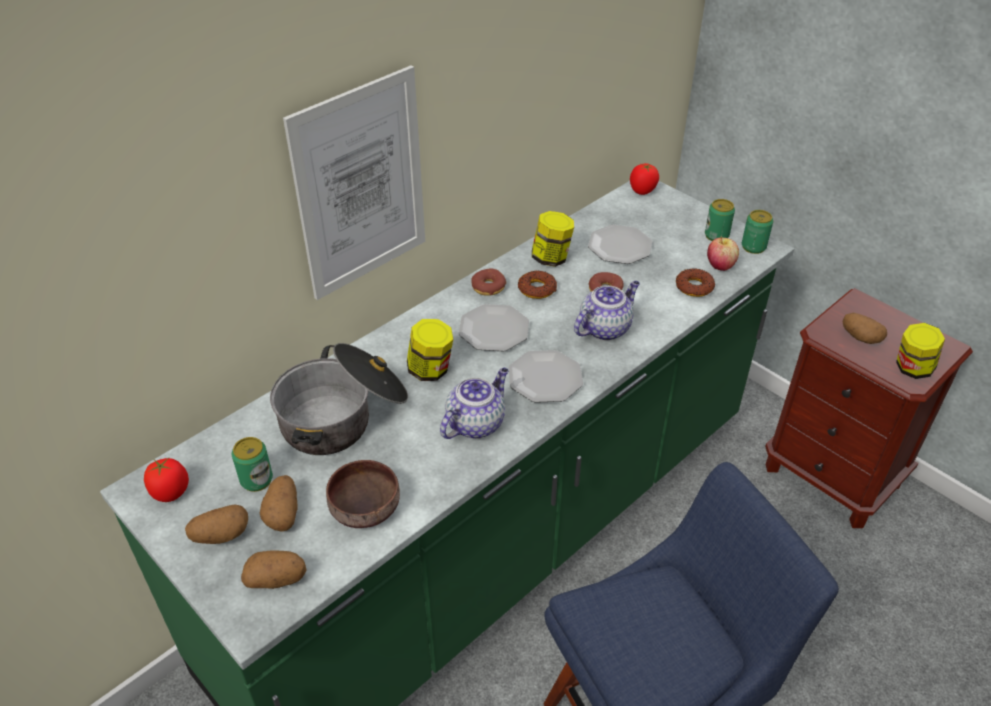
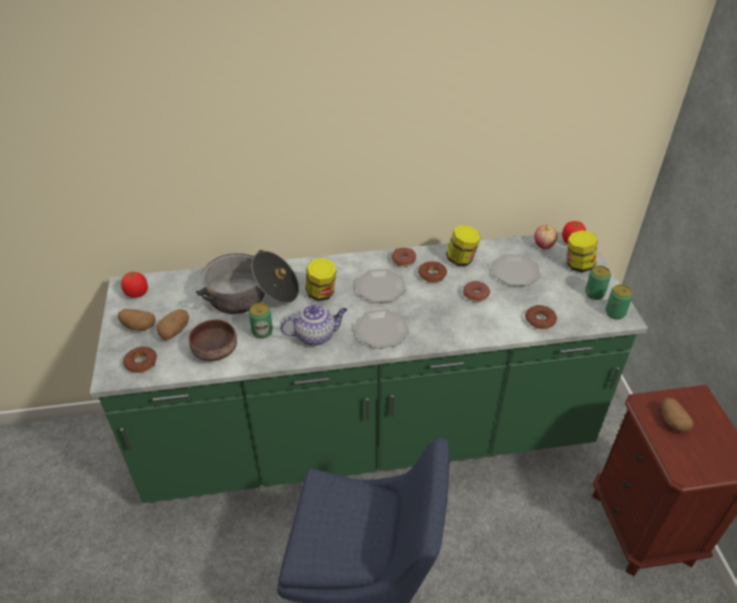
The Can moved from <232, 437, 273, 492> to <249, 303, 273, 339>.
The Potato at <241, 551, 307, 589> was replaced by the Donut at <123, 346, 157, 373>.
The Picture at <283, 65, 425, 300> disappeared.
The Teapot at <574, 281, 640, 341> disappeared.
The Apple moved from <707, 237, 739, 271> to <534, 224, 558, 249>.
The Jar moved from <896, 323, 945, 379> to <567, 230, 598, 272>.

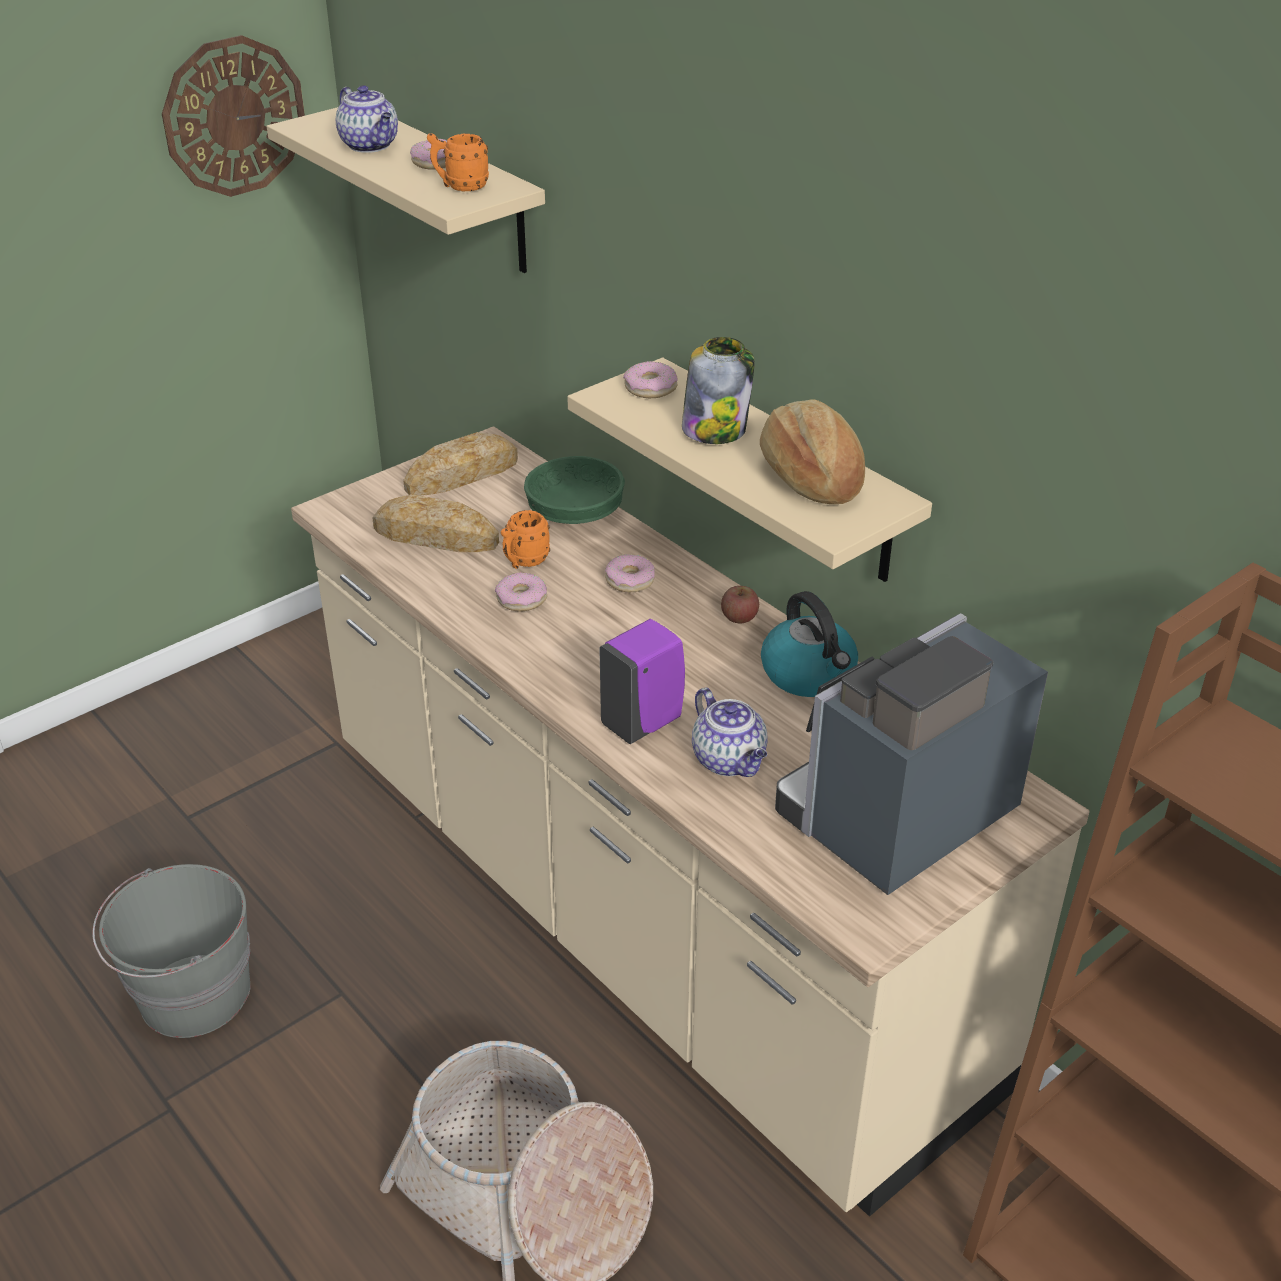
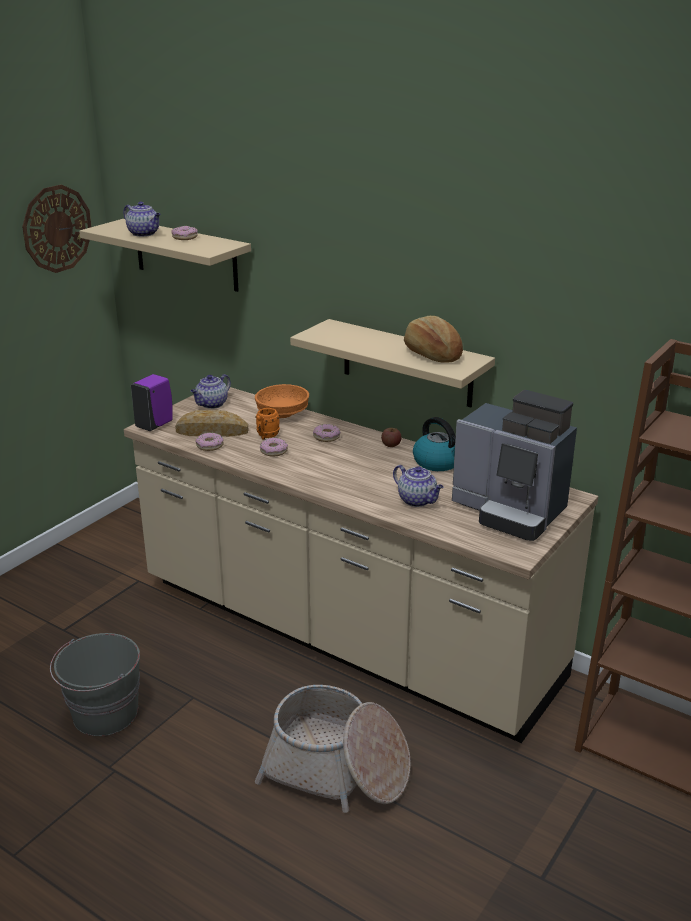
The Bread at <403, 432, 518, 496> was replaced by the Teapot at <191, 374, 231, 409>.
The OrangeMug at <427, 133, 489, 191> disappeared.
The GreenBowl at <524, 456, 625, 524> became the OrangeBowl at <255, 384, 309, 418>.
The PurpleSoapDispenser moved from <599, 619, 685, 744> to <131, 374, 172, 431>.
The Donut moved from <623, 361, 677, 398> to <195, 433, 224, 451>.
The Jar at <682, 337, 755, 444> disappeared.
The CoffeeMachine at <775, 613, 1048, 895> turned 90 degrees counterclockwise.

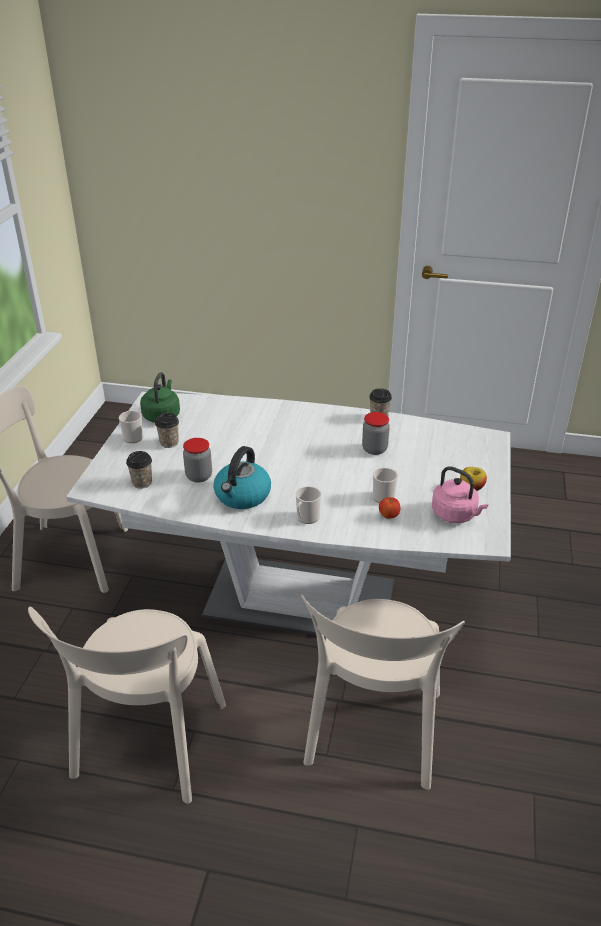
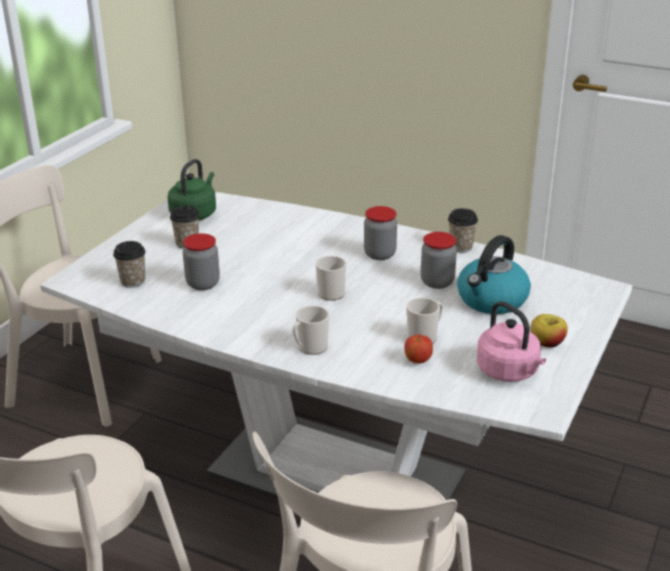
The Mug moved from <119, 410, 143, 443> to <316, 256, 347, 301>.
The Kettle moved from <213, 446, 271, 509> to <457, 235, 531, 314>.
The Jar at <364, 206, 397, 260> appeared.

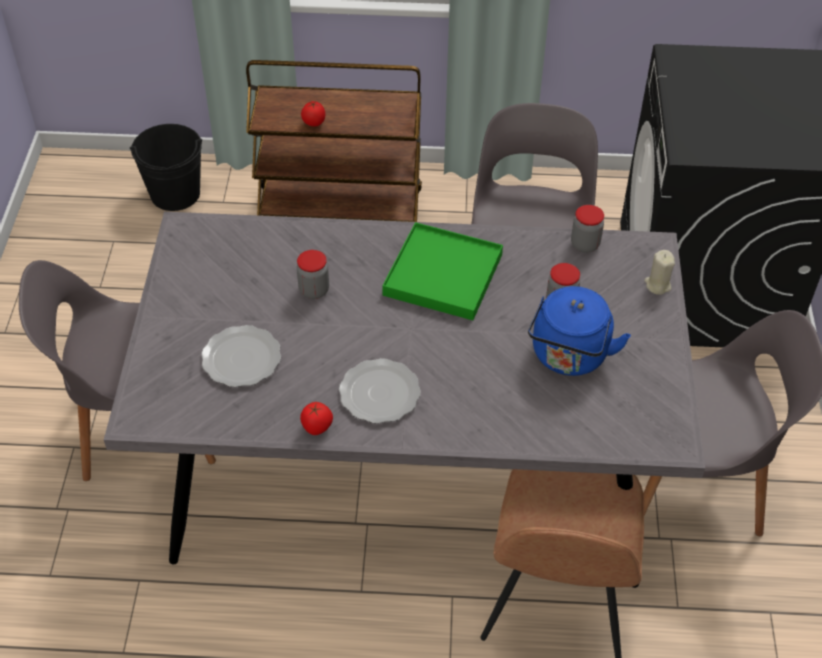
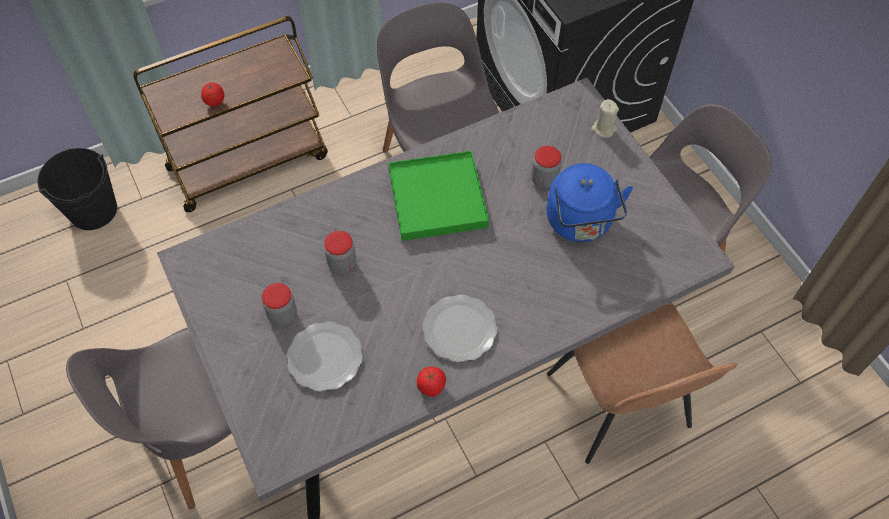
The Jar moved from <571, 205, 604, 253> to <262, 283, 297, 327>.

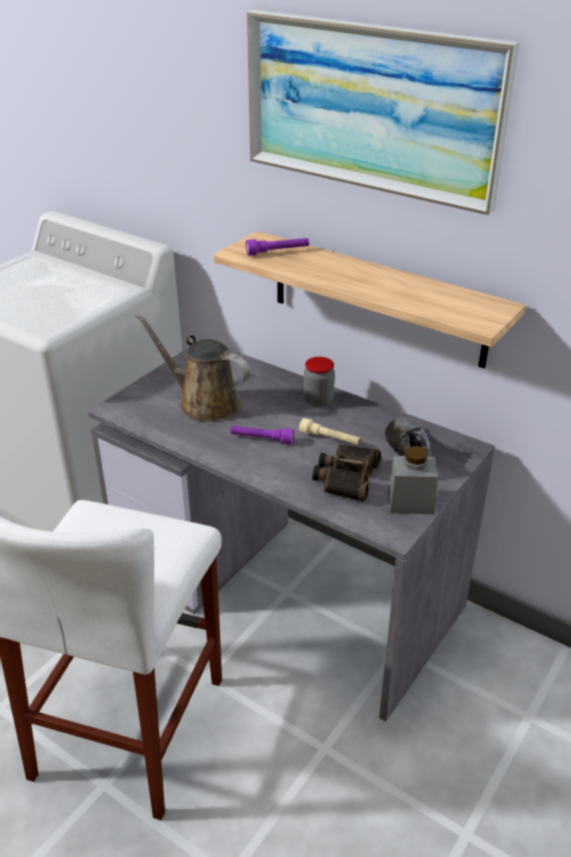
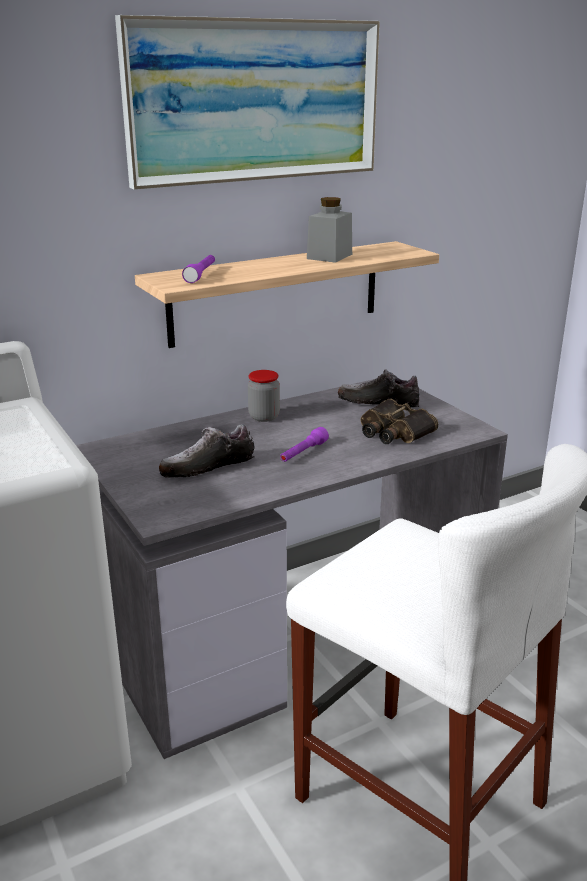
The BrownWateringCan at <135, 313, 250, 422> was replaced by the Shoe at <159, 424, 255, 478>.
The BeigeFlashlight at <299, 418, 361, 445> disappeared.
The GreyJar moved from <388, 446, 438, 515> to <307, 197, 352, 263>.

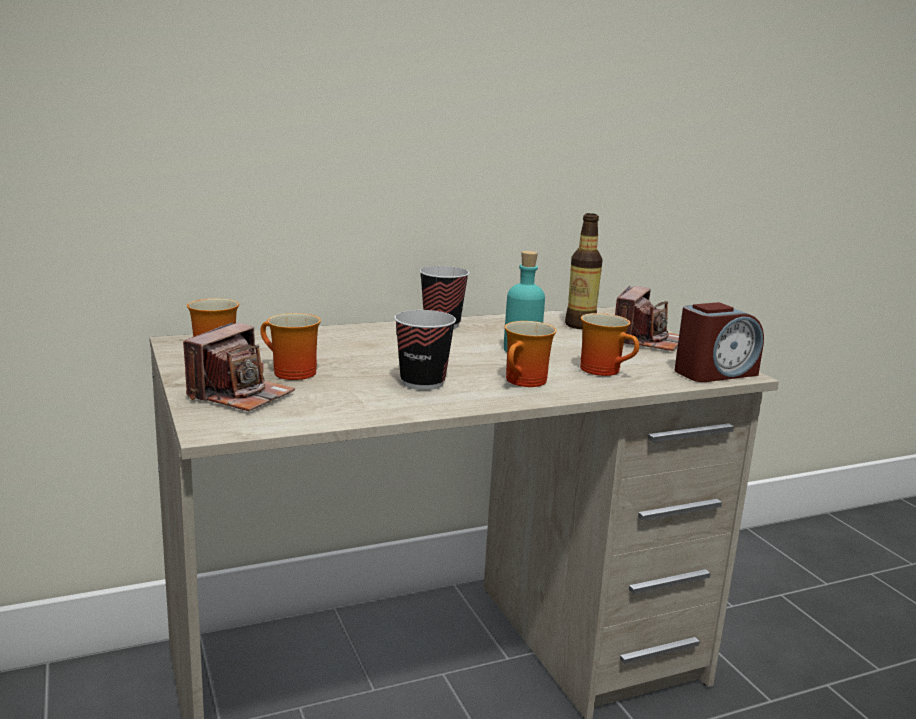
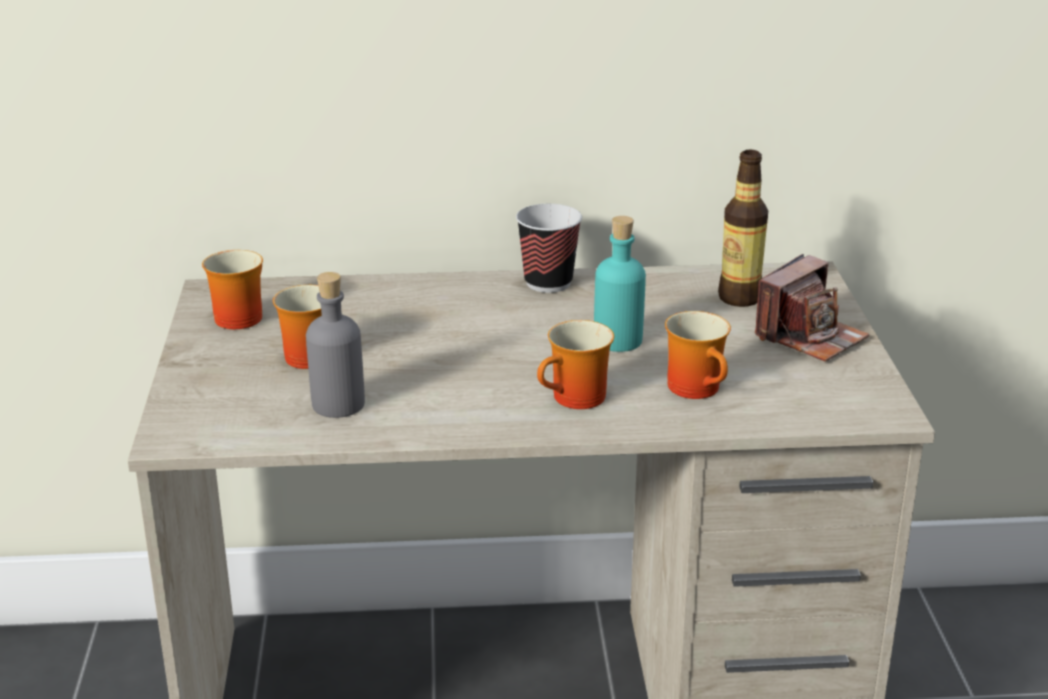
The PhotoCamera at <183, 322, 295, 411> disappeared.
The Cup at <394, 310, 456, 390> disappeared.
The AlarmClock at <675, 302, 764, 382> disappeared.
The GreyBottle at <306, 272, 365, 418> appeared.

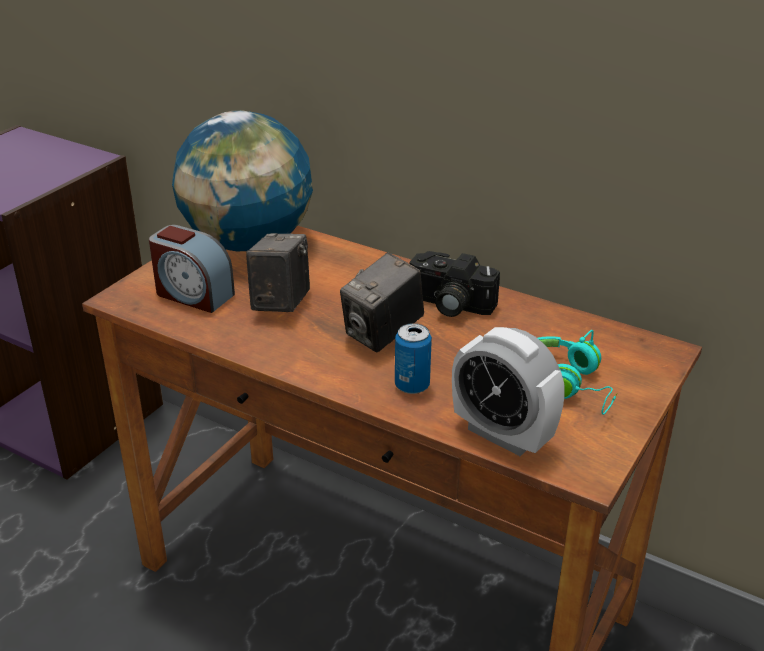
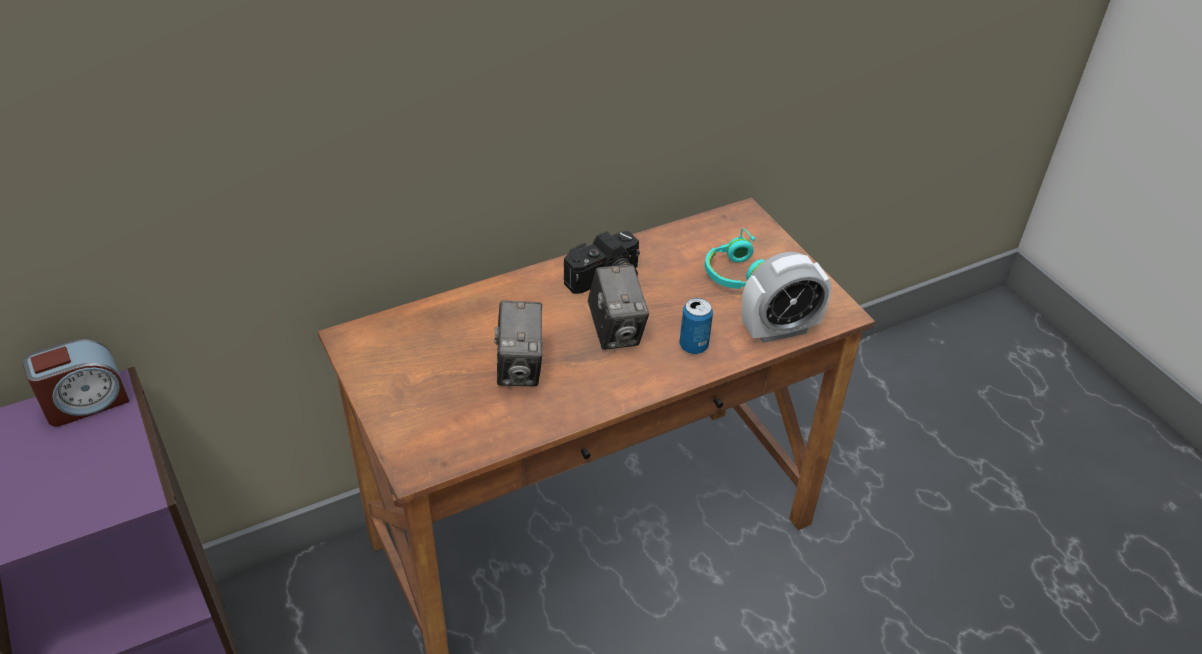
The AlarmClock moved from <149, 225, 235, 313> to <23, 339, 130, 427>.
The Globe at <172, 110, 313, 251> disappeared.
The PhotoCamera at <246, 233, 310, 312> turned 135 degrees counterclockwise.

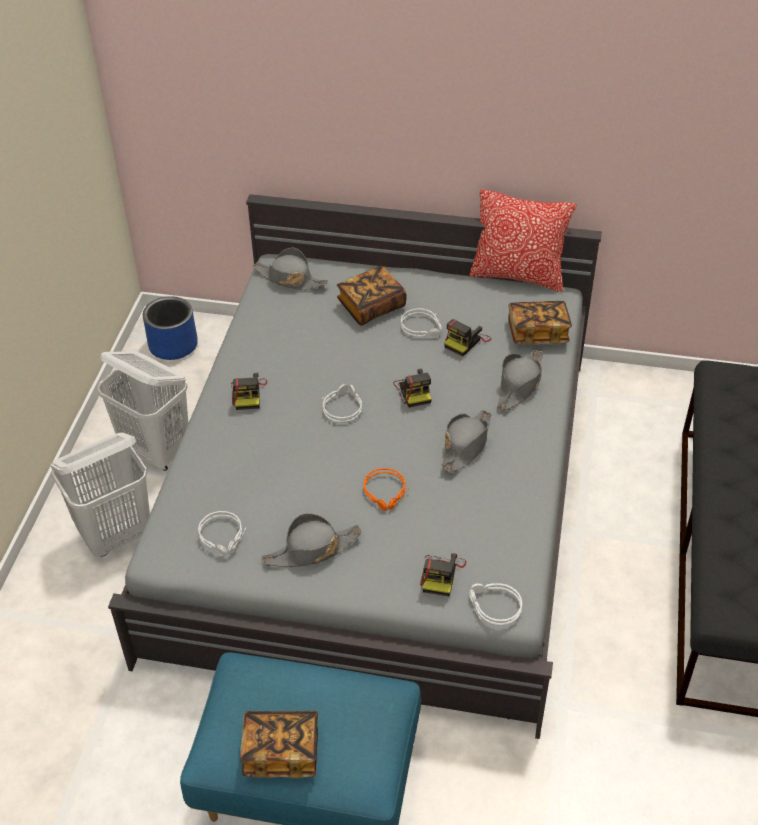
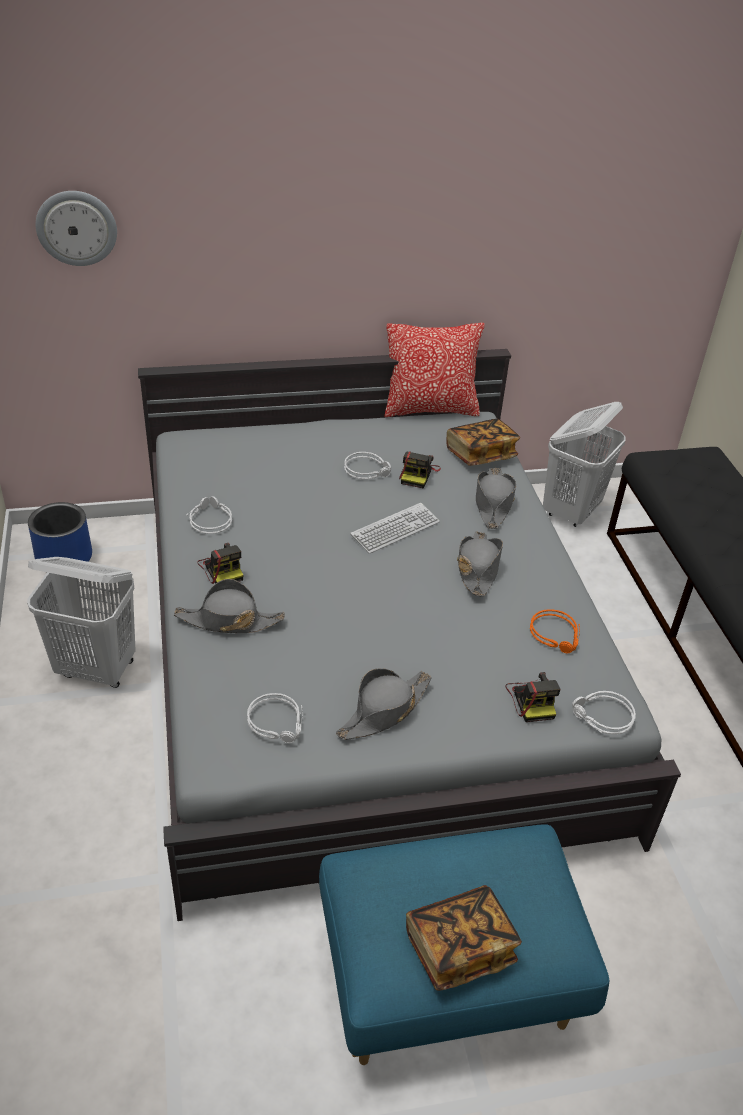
The WhiteLaundryBasket moved from <50, 432, 150, 557> to <543, 402, 626, 527>.
The GreyHat moved from <253, 247, 328, 290> to <174, 579, 285, 633>.
The GreyHeadphones moved from <322, 384, 362, 422> to <186, 497, 232, 534>.
The Book at <337, 266, 407, 325> disappeared.
The OrangeHeadphones moved from <364, 468, 409, 511> to <530, 609, 580, 654>.
The PhotoCamera at <393, 369, 431, 408> was replaced by the Keyboard at <350, 503, 440, 554>.
The WallClock at <36, 191, 117, 266> appeared.

